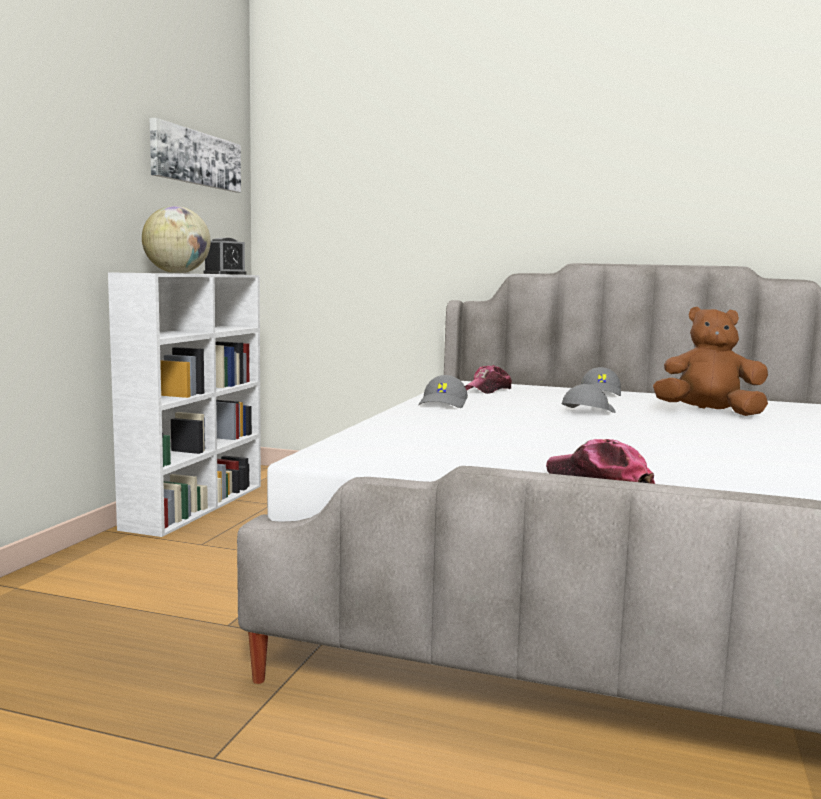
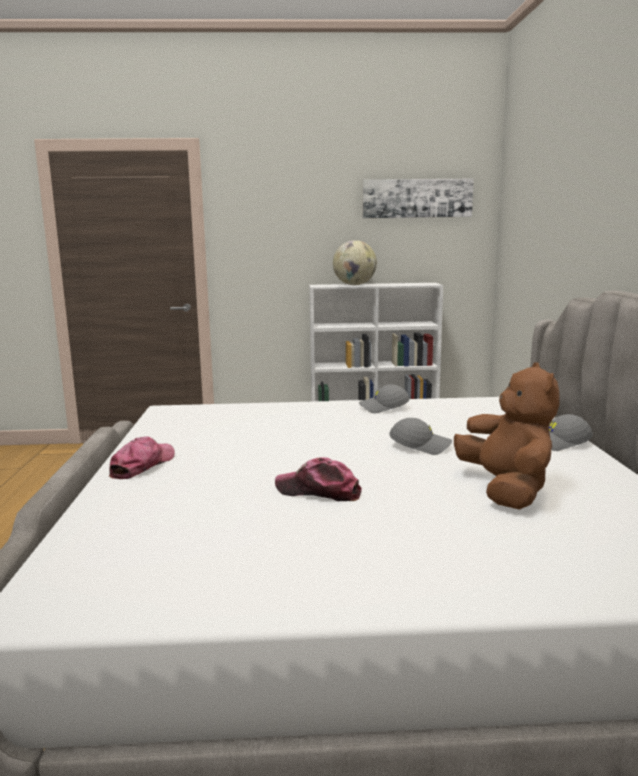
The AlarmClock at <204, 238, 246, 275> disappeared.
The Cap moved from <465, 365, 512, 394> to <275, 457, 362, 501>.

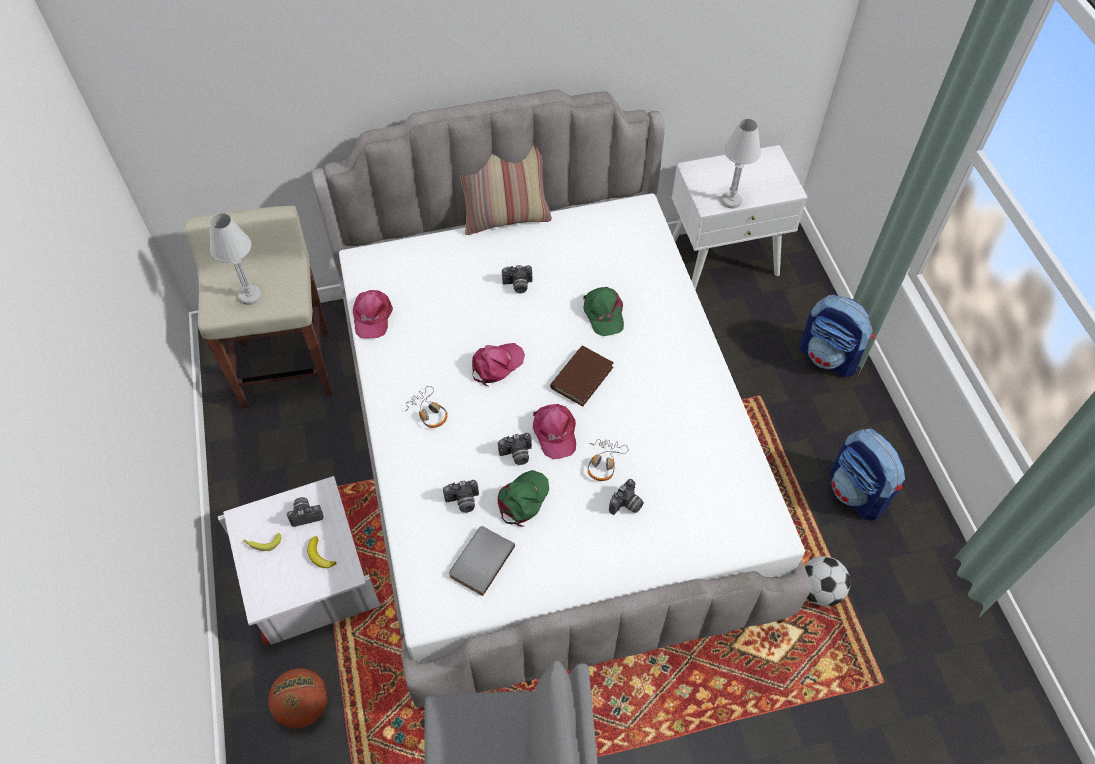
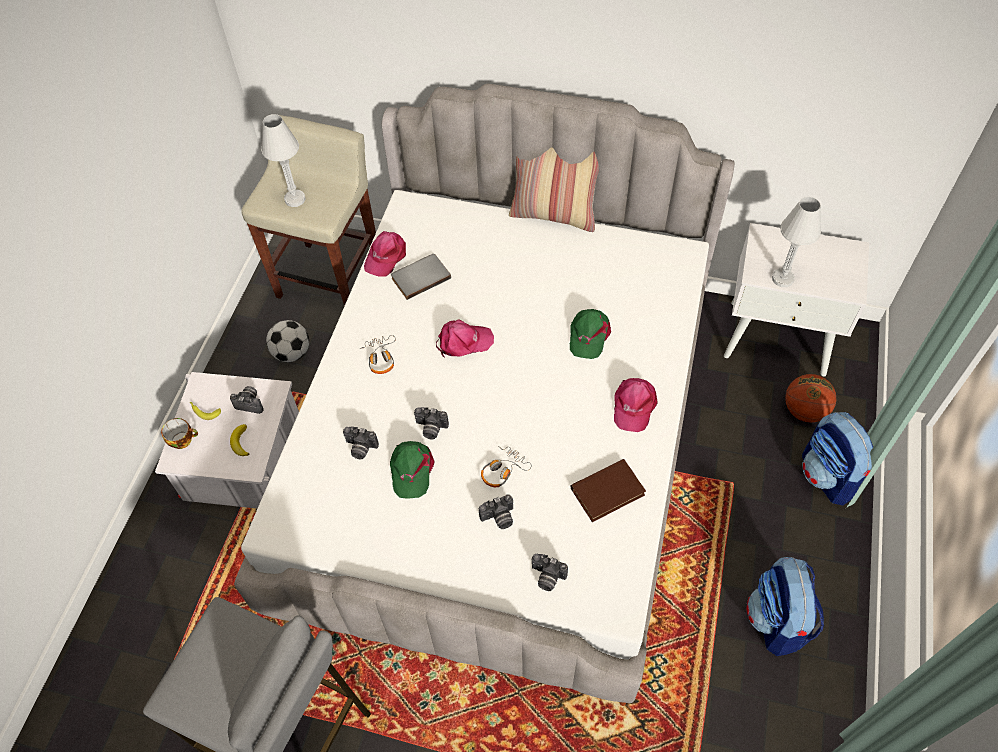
The Basketball moved from <268, 668, 328, 729> to <785, 374, 836, 422>.
The GreyBook moved from <449, 526, 515, 596> to <391, 254, 451, 300>.
The GreenCap at <498, 470, 549, 527> turned 120 degrees clockwise.
The PhotoCamera moved from <502, 265, 532, 294> to <532, 554, 568, 591>.
The PinkCap moved from <533, 404, 576, 459> to <614, 378, 658, 432>.
The BrownBook moved from <550, 346, 614, 406> to <571, 459, 646, 522>.
The Football moved from <804, 556, 851, 606> to <266, 320, 309, 362>.
The Cup at <161, 418, 198, 449> appeared.

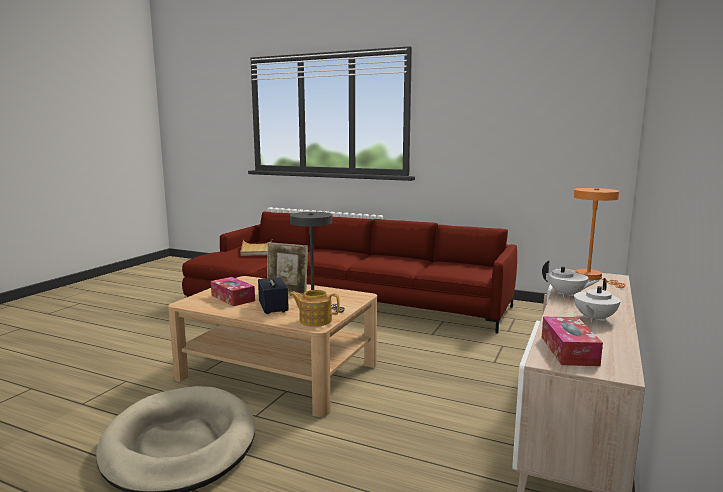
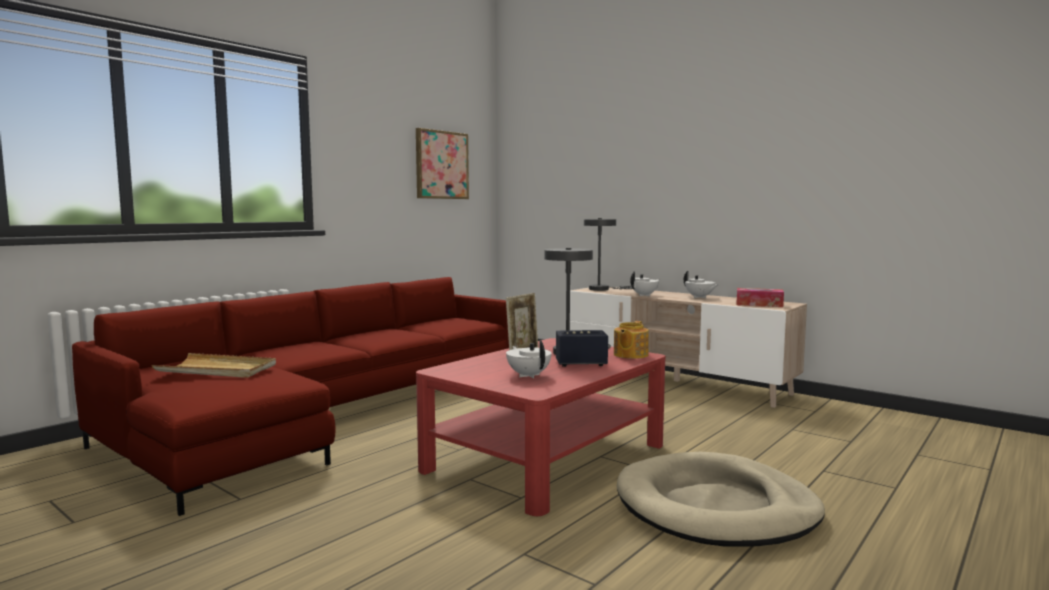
The BeigeCoffeeTable at <168, 276, 377, 417> became the RedCoffeeTable at <416, 338, 666, 516>.
The TissueBox at <211, 277, 255, 306> was replaced by the WhiteTeapot at <506, 341, 552, 378>.
The OrangeTableLamp at <574, 188, 626, 288> became the GreyTableLamp at <584, 218, 633, 291>.
The Picture at <416, 128, 469, 199> appeared.

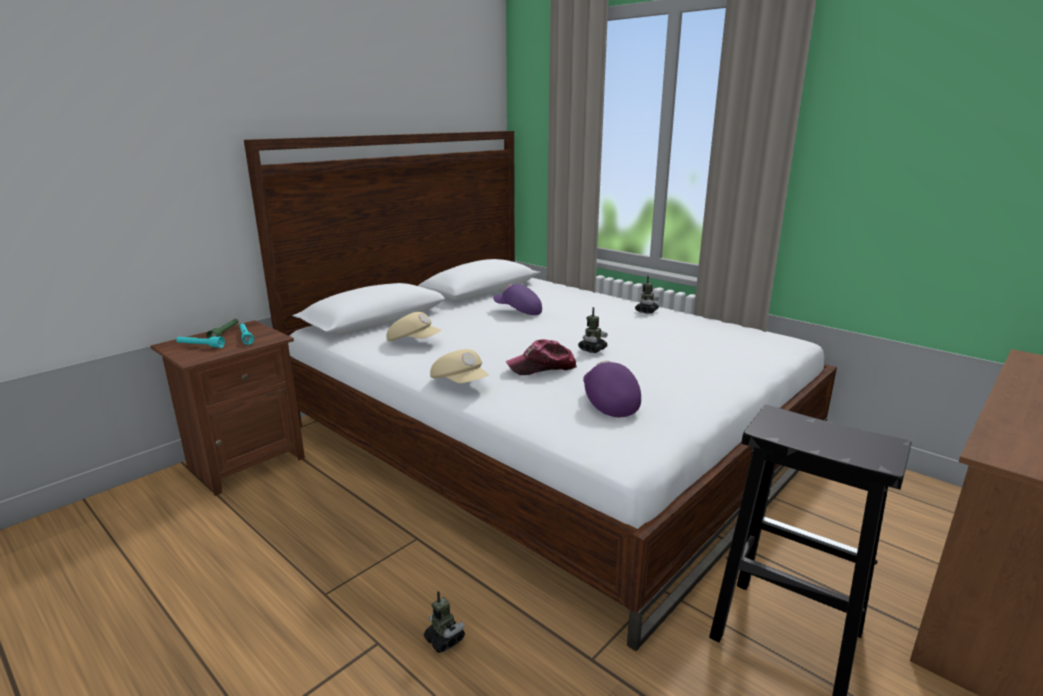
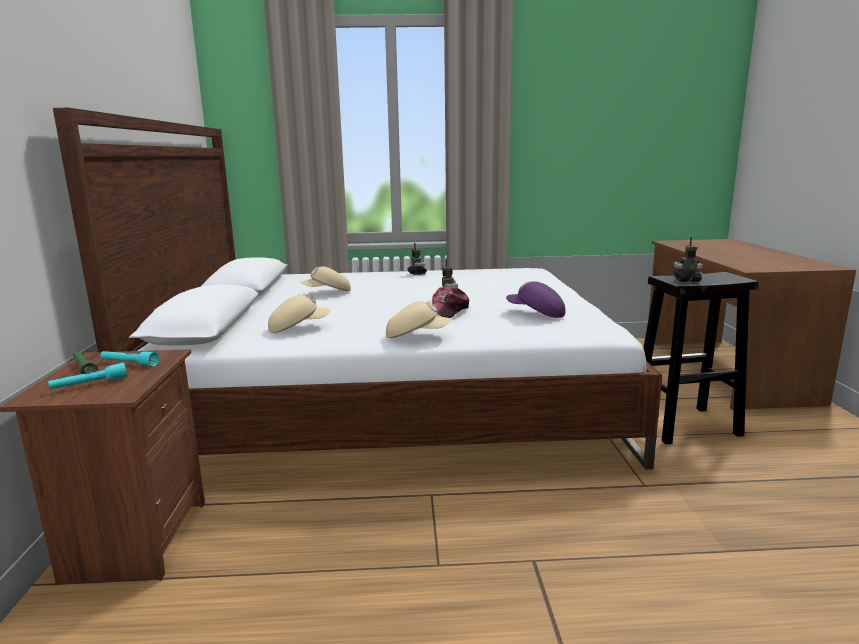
The ToyRobot moved from <424, 591, 465, 653> to <674, 237, 703, 282>.
The PurpleCap at <493, 284, 542, 315> became the BeigeCap at <300, 266, 351, 292>.

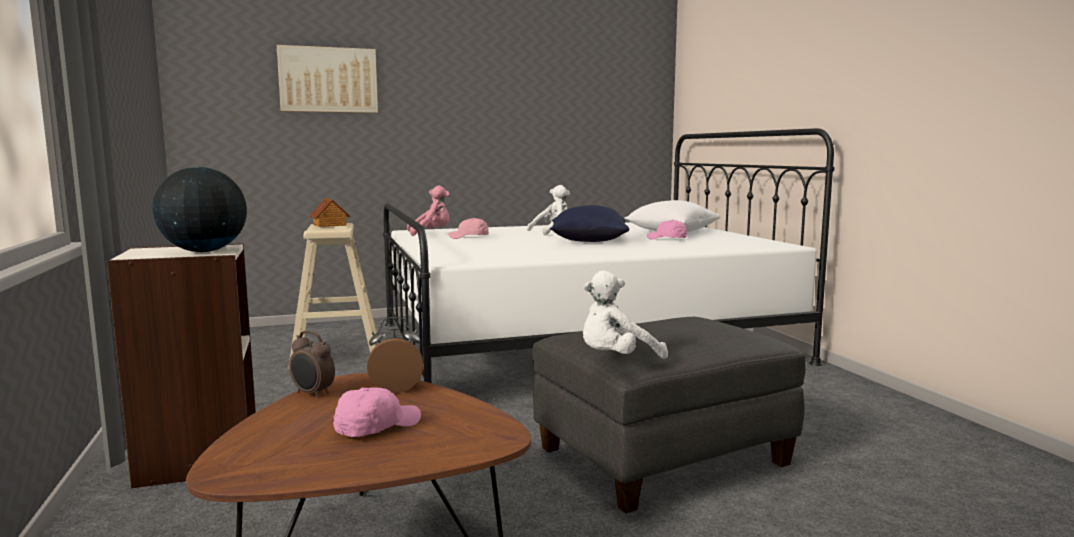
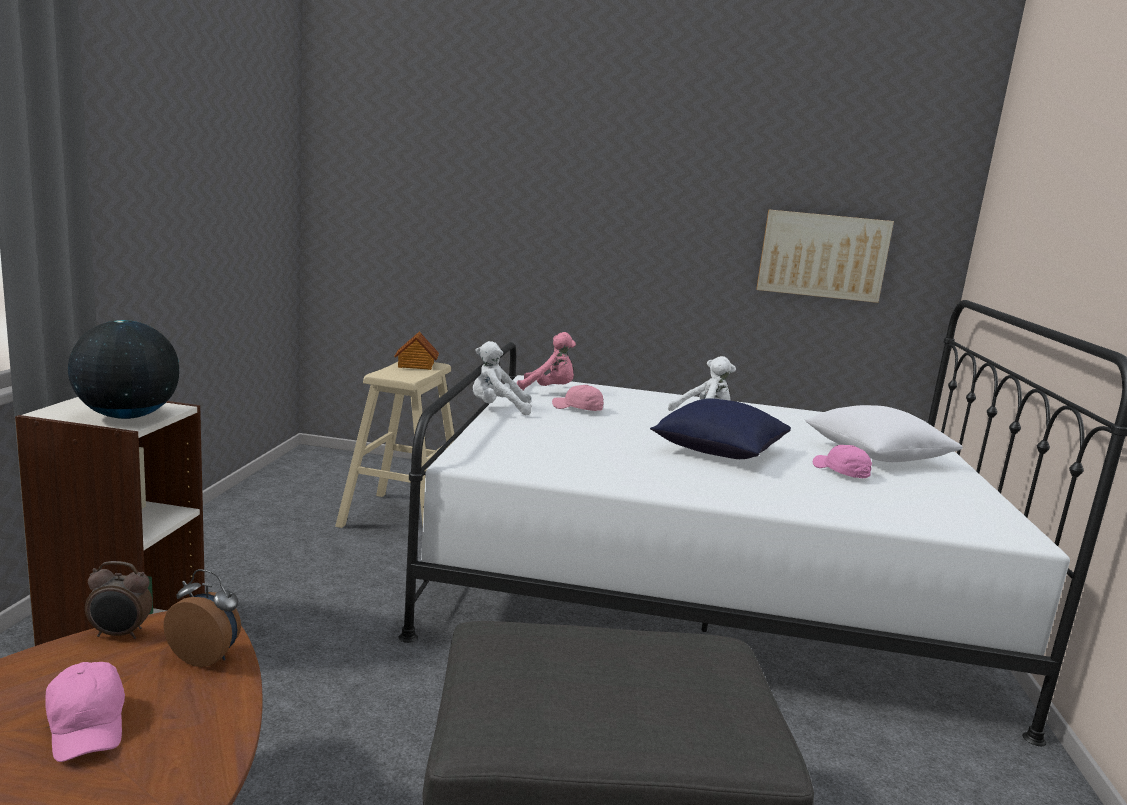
The Picture moved from <277, 45, 378, 113> to <756, 209, 894, 303>.
The AlarmClock at <289, 330, 335, 398> turned 60 degrees counterclockwise.
The PinkCap at <333, 387, 421, 437> turned 75 degrees clockwise.
The WhitePlushToy moved from <583, 270, 668, 359> to <473, 341, 532, 415>.

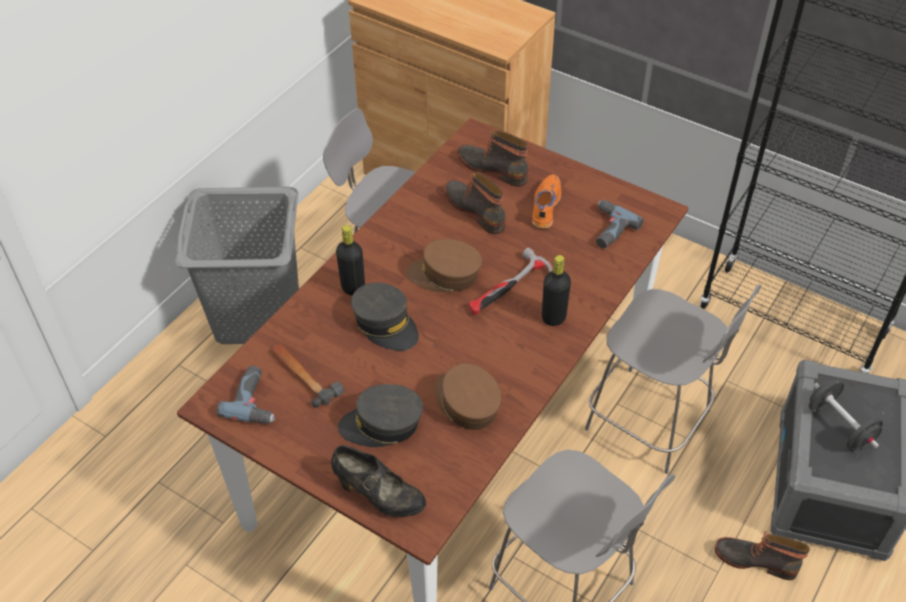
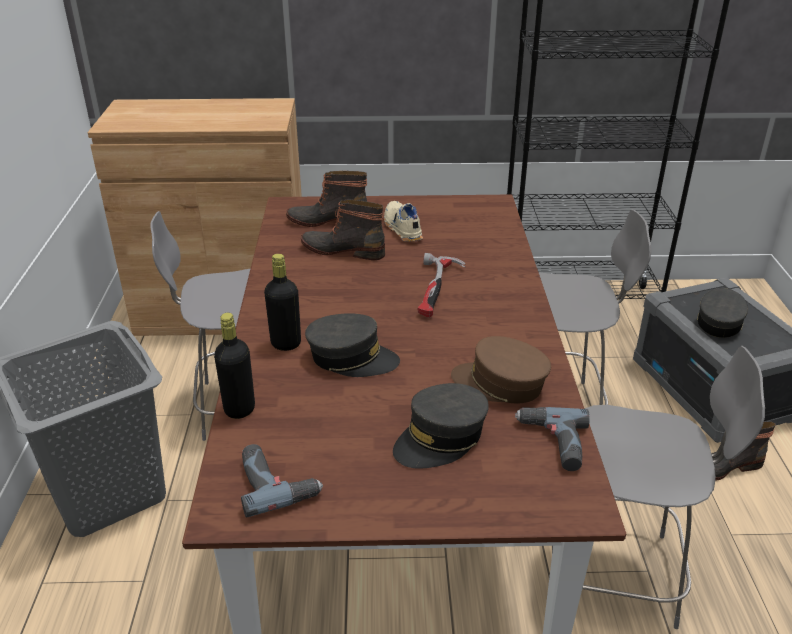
The Hammer at <271, 343, 344, 408> disappeared.
The BlackShoe at <331, 445, 426, 517> disappeared.
The BrownCap at <406, 239, 482, 292> disappeared.
The OrangeShoe at <532, 174, 561, 229> became the BeigeShoe at <384, 201, 423, 242>.
The BlackBottle moved from <542, 255, 571, 326> to <214, 313, 255, 419>.
The PowerDrill moved from <596, 200, 644, 248> to <515, 407, 590, 471>.
The BlackDumbbell at <809, 379, 883, 450> was replaced by the GreyCap at <697, 288, 748, 338>.

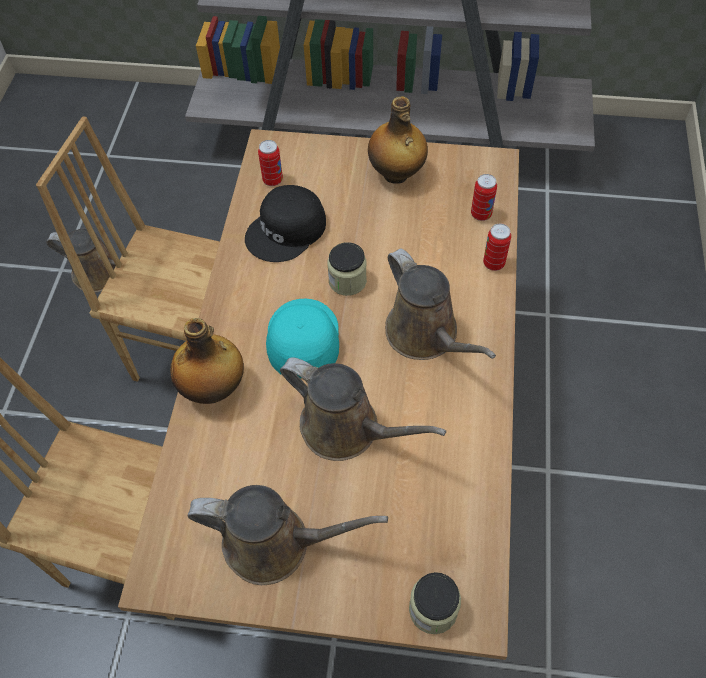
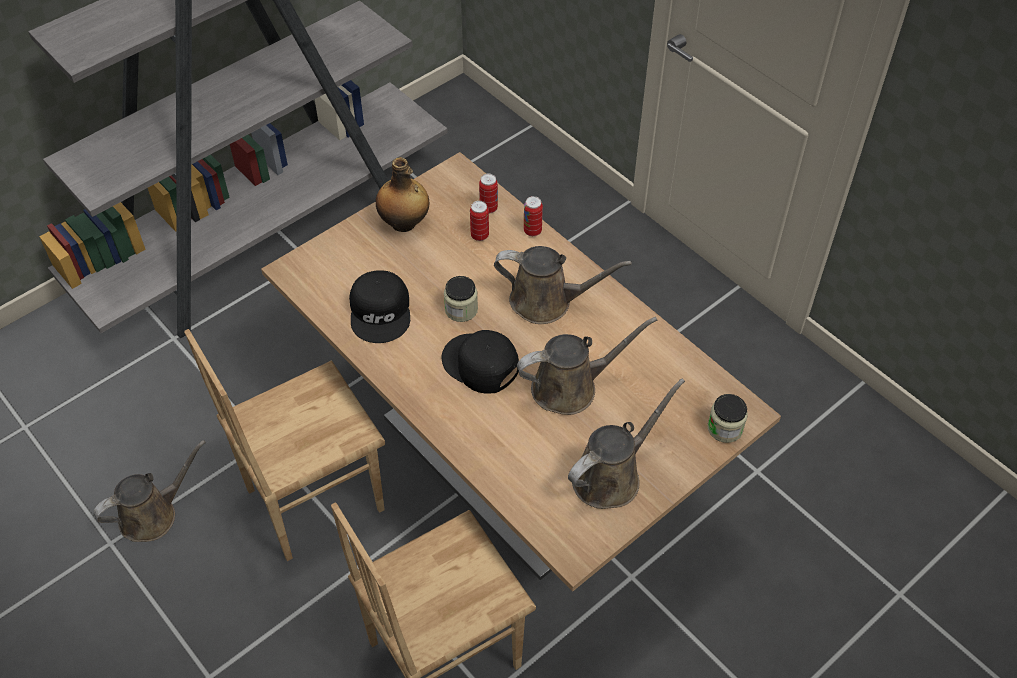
The Bottle at <170, 318, 244, 404> disappeared.
The Can moved from <258, 140, 283, 186> to <470, 201, 489, 241>.
The TurquoiseCap at <266, 299, 339, 378> became the BlackCap at <442, 330, 519, 394>.

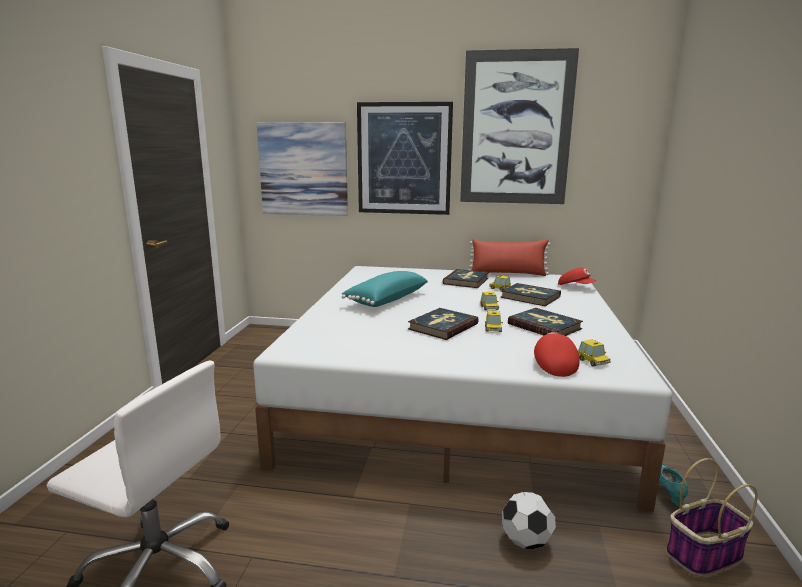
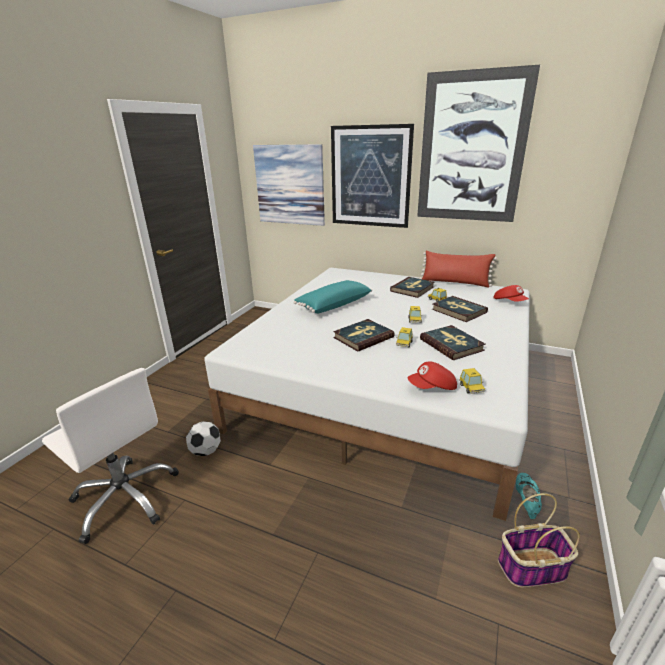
The Football moved from <502, 492, 556, 549> to <186, 421, 221, 456>.
The RedCap at <534, 332, 580, 377> turned 120 degrees counterclockwise.

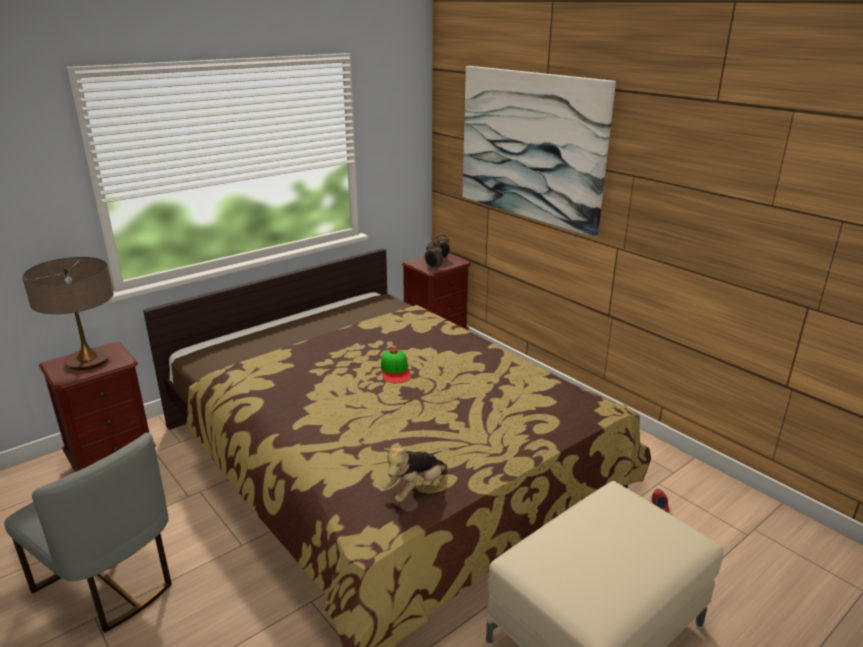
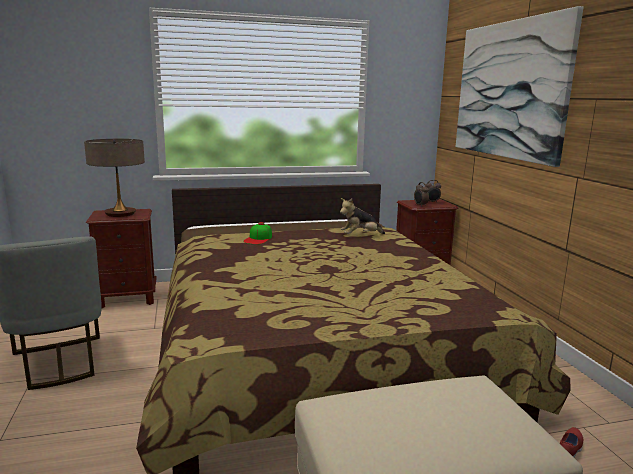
The Cap moved from <381, 349, 411, 383> to <243, 222, 272, 244>.
The PlushToy moved from <383, 448, 447, 502> to <340, 198, 385, 234>.

